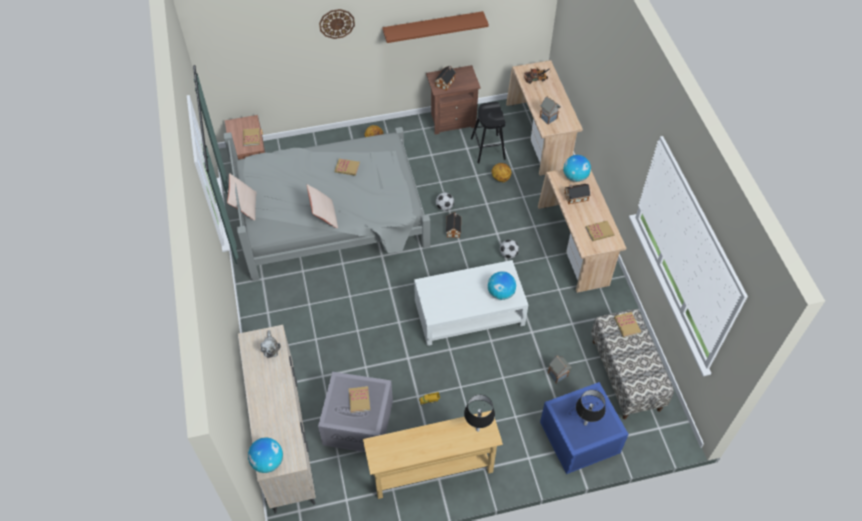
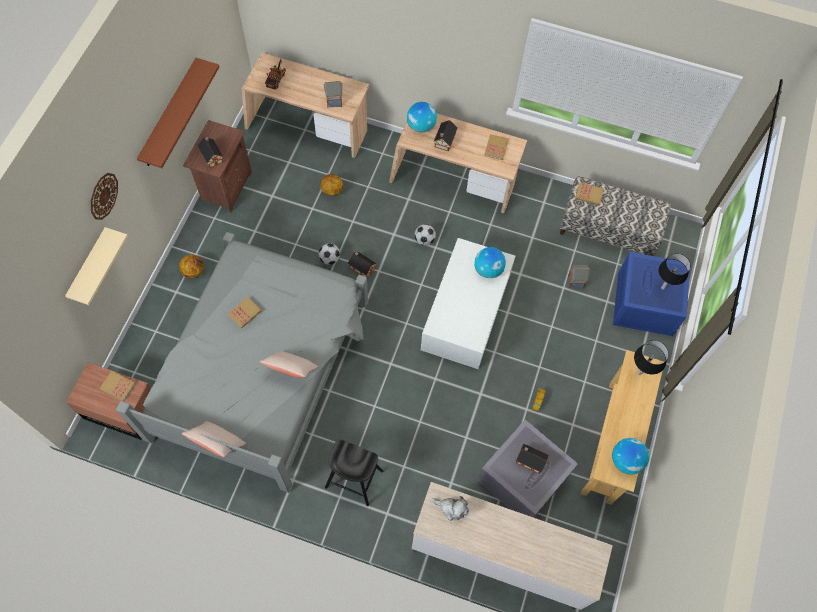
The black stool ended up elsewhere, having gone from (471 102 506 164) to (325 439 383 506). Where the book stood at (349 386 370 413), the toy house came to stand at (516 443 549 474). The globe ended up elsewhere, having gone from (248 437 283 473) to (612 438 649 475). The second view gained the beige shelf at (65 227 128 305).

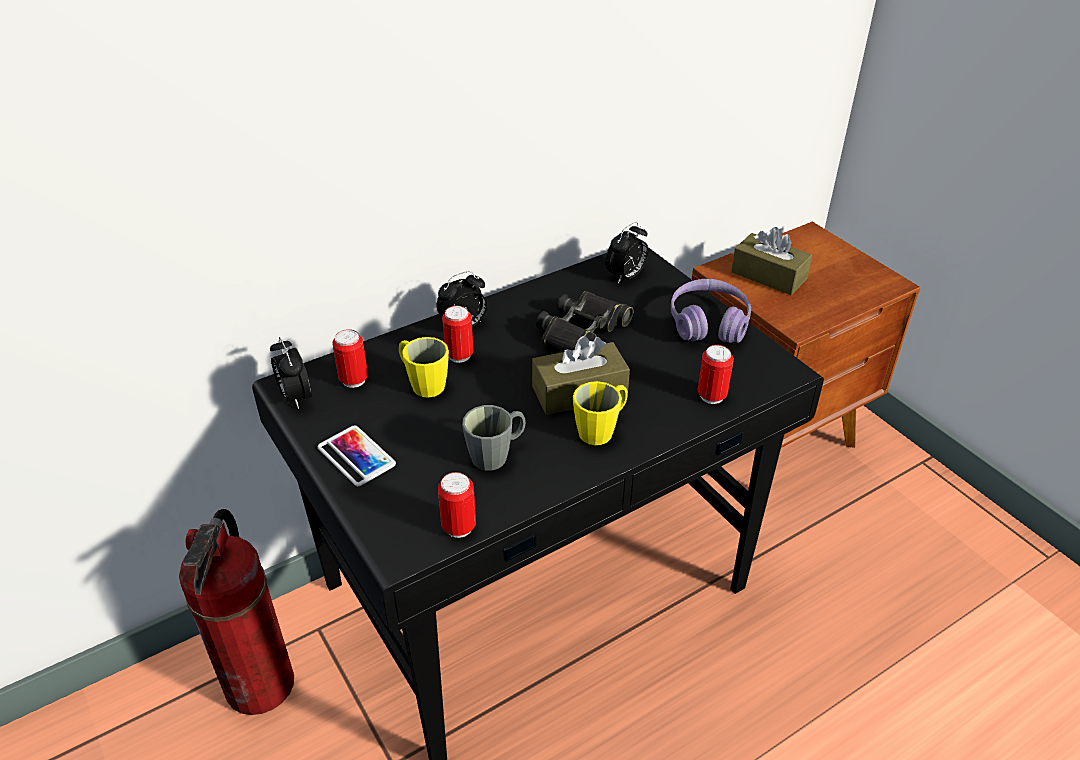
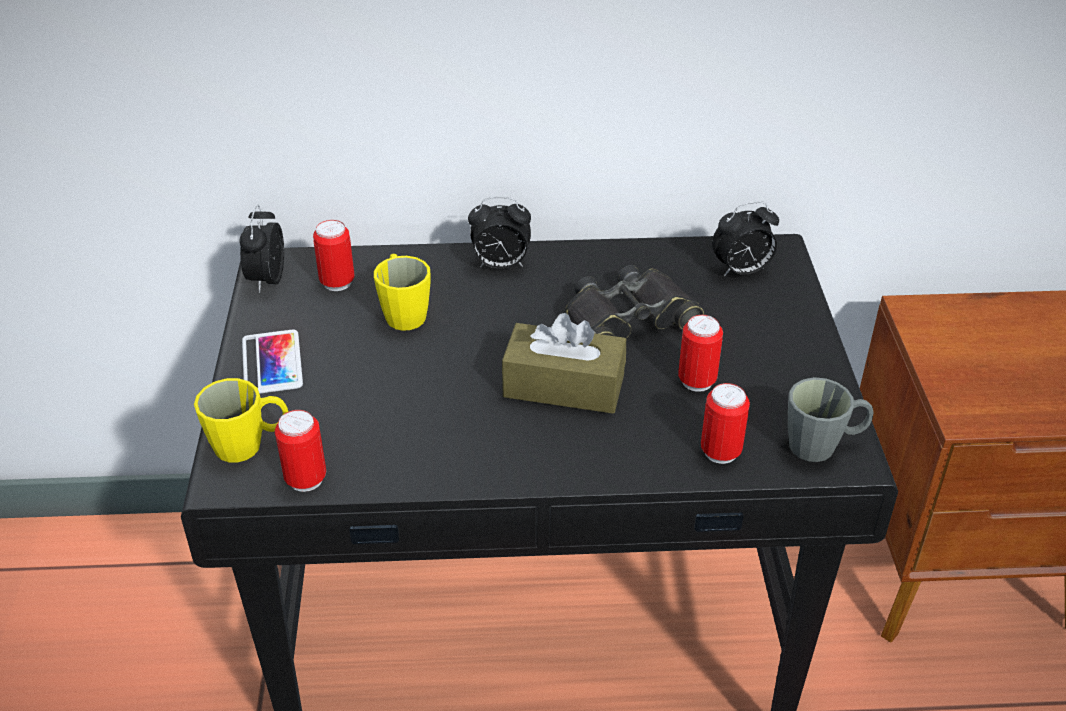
The second view lost the brown tissue box at (731 227 812 295). The second view lost the purple headphones at (671 279 751 343). The can ended up elsewhere, having gone from (442 306 473 363) to (678 315 723 392). The yellow mug ended up elsewhere, having gone from (573 381 628 445) to (194 378 288 463). The grey mug ended up elsewhere, having gone from (462 405 526 471) to (788 377 873 462). The second view lost the fire extinguisher at (179 509 294 715).

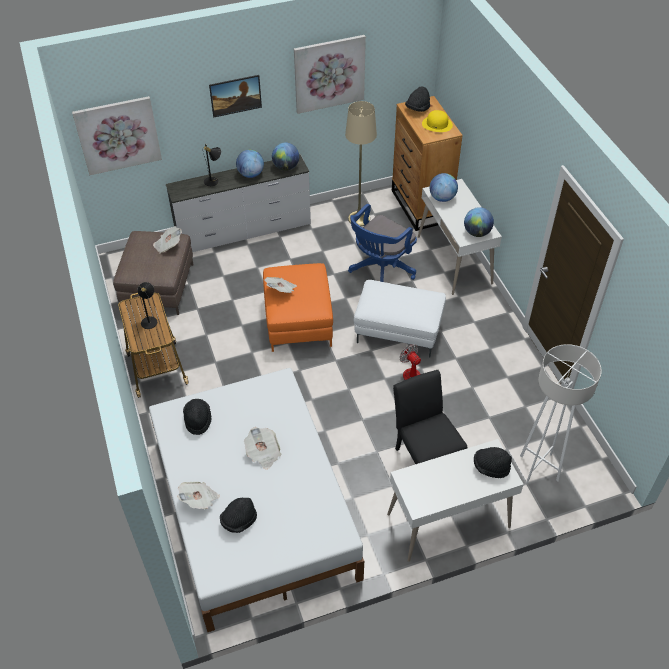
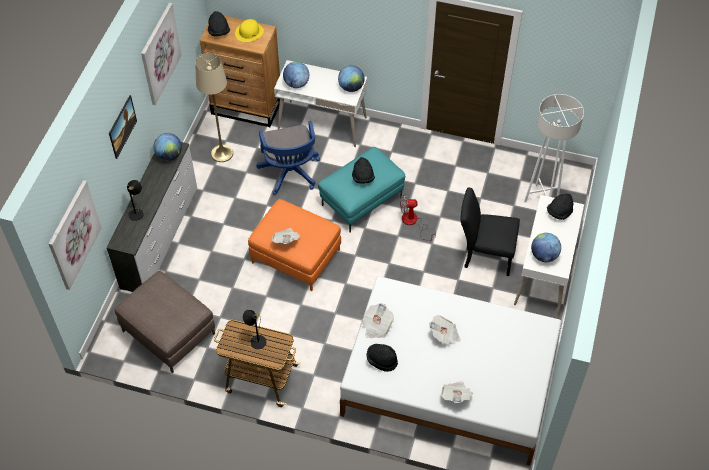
The globe ended up elsewhere, having gone from (236 150 264 178) to (531 233 561 262). The newspaper ended up elsewhere, having gone from (153 226 182 254) to (363 303 394 338). What was the white ottoman at (354 280 446 357) turned into the turquoise ottoman at (318 147 405 232). The black hat ended up elsewhere, having gone from (220 498 257 533) to (352 157 375 184).

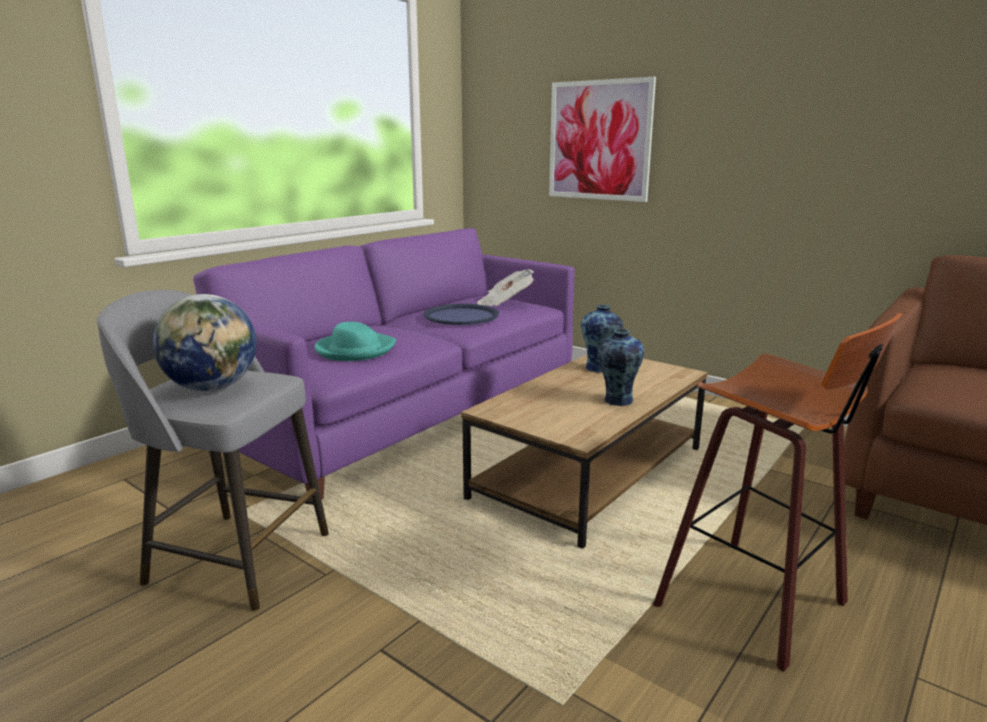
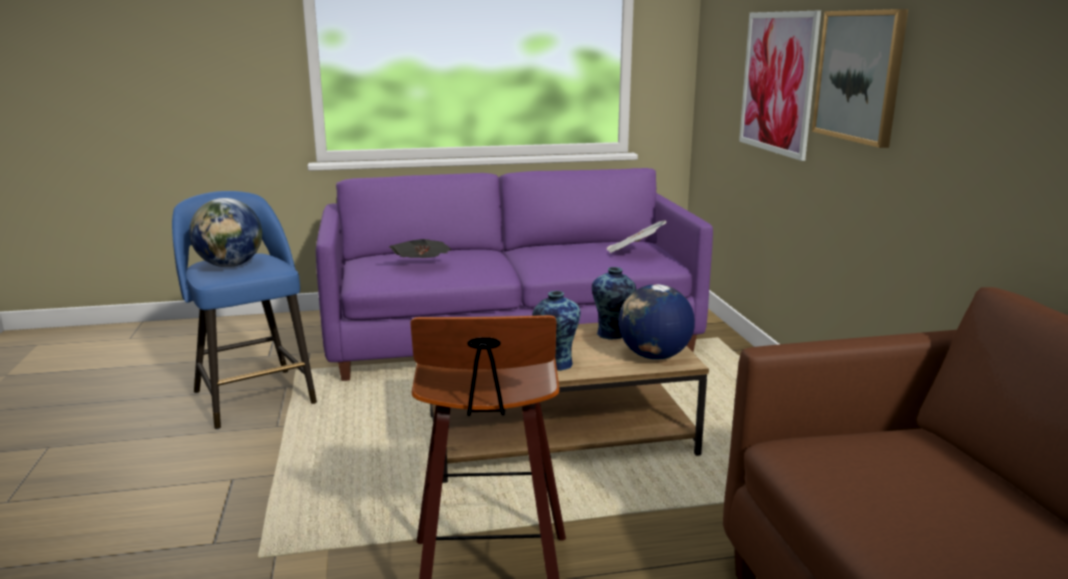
What was the grey stool at (97 290 329 611) turned into the blue stool at (172 191 317 429). The second view lost the blue tray at (424 304 499 325). Where the turquoise hat stood at (314 322 396 361), the newspaper came to stand at (389 239 451 258). The second view gained the picture at (812 9 908 148). The second view gained the globe at (619 284 695 360).

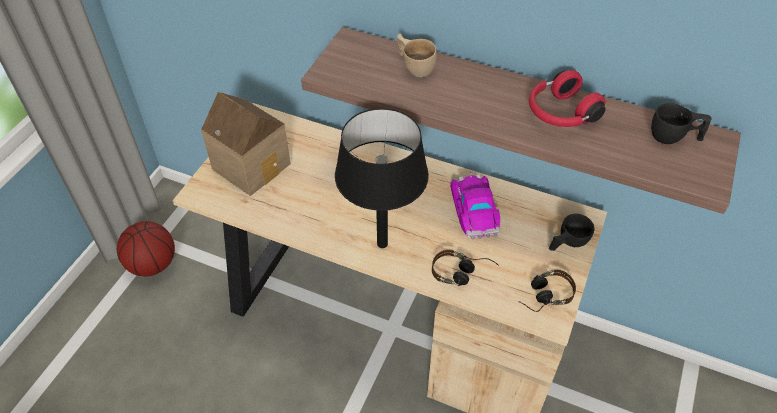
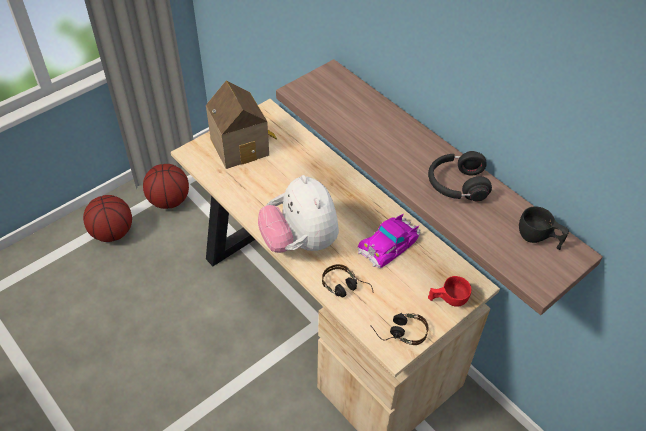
The second view lost the beige cup at (397 33 437 78). What was the red headphones at (529 70 605 127) turned into the black headphones at (428 151 492 202). Where the black table lamp stood at (335 108 429 248), the plush toy came to stand at (258 175 339 253). The toy car at (450 172 500 240) ended up facing another way, 150 degrees counterclockwise from before. What was the black cup at (549 214 594 251) turned into the red cup at (428 276 471 307). The second view gained the basketball at (83 195 132 242).

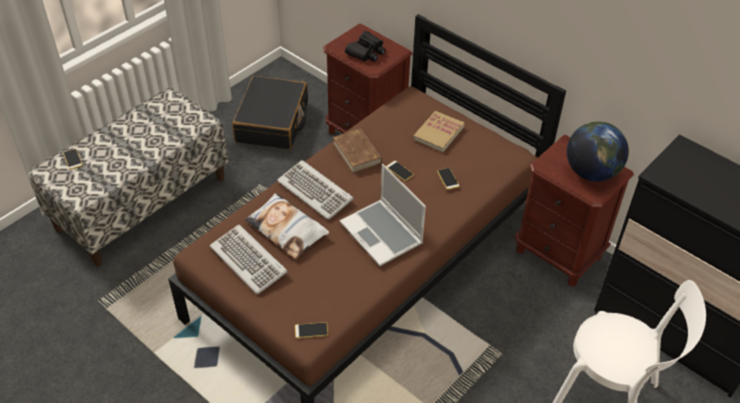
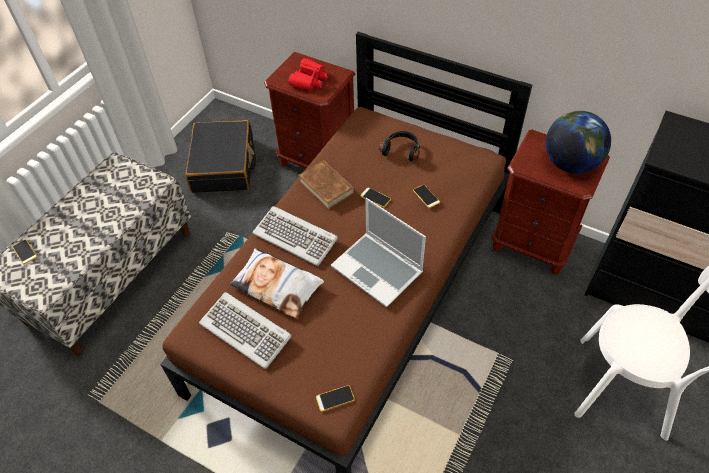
What was the black binoculars at (345 31 385 62) turned into the red binoculars at (288 58 328 90). Where the book stood at (413 111 465 152), the black headphones came to stand at (379 131 420 162).

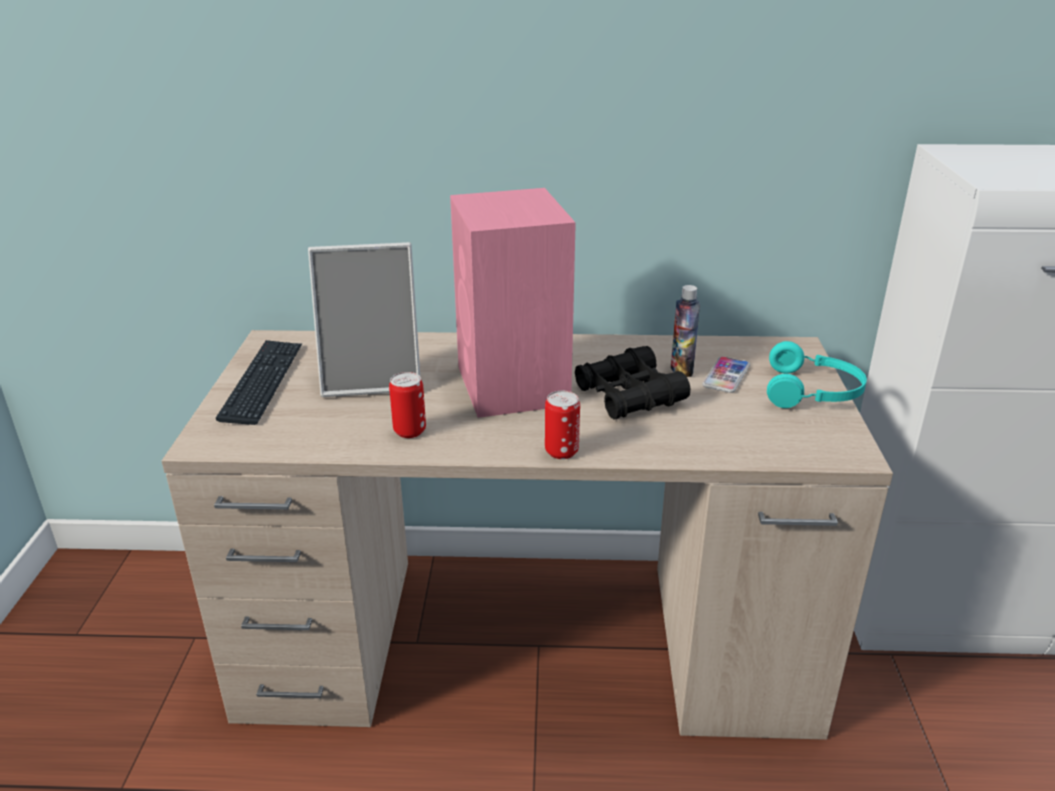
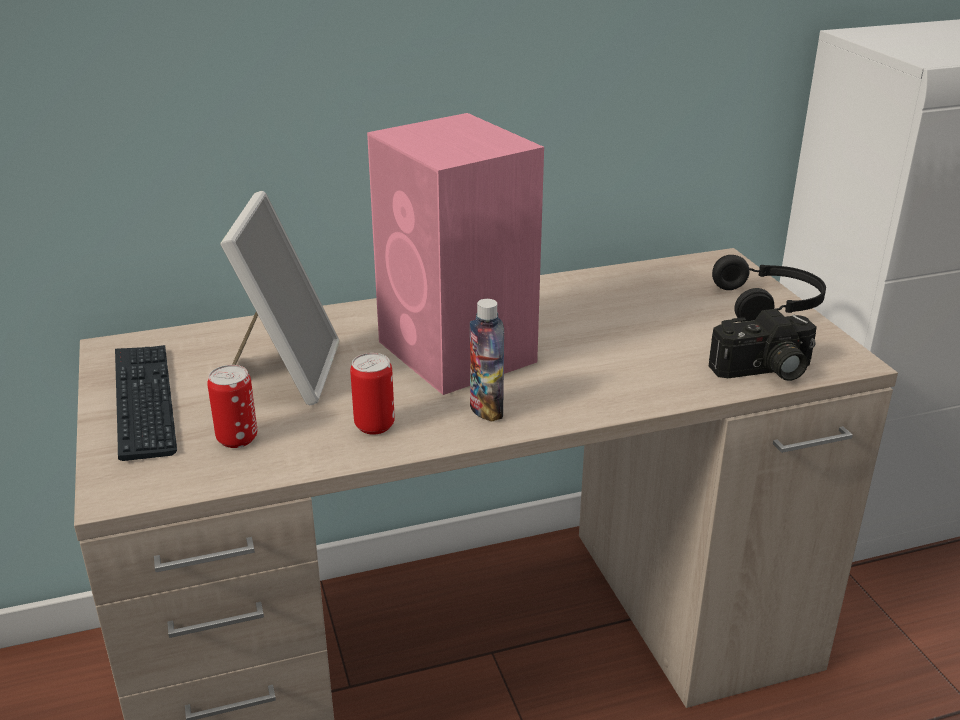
The picture frame at (308 242 420 397) ended up facing another way, 60 degrees counterclockwise from before. The bottle ended up elsewhere, having gone from (671 285 700 377) to (470 299 504 422). What was the turquoise headphones at (767 341 867 408) turned into the black headphones at (712 255 826 322). The second view lost the black binoculars at (575 346 690 420). The second view lost the phone at (702 356 750 393). The can ended up elsewhere, having gone from (545 391 580 459) to (207 365 257 448). The second view gained the photo camera at (709 309 817 381).

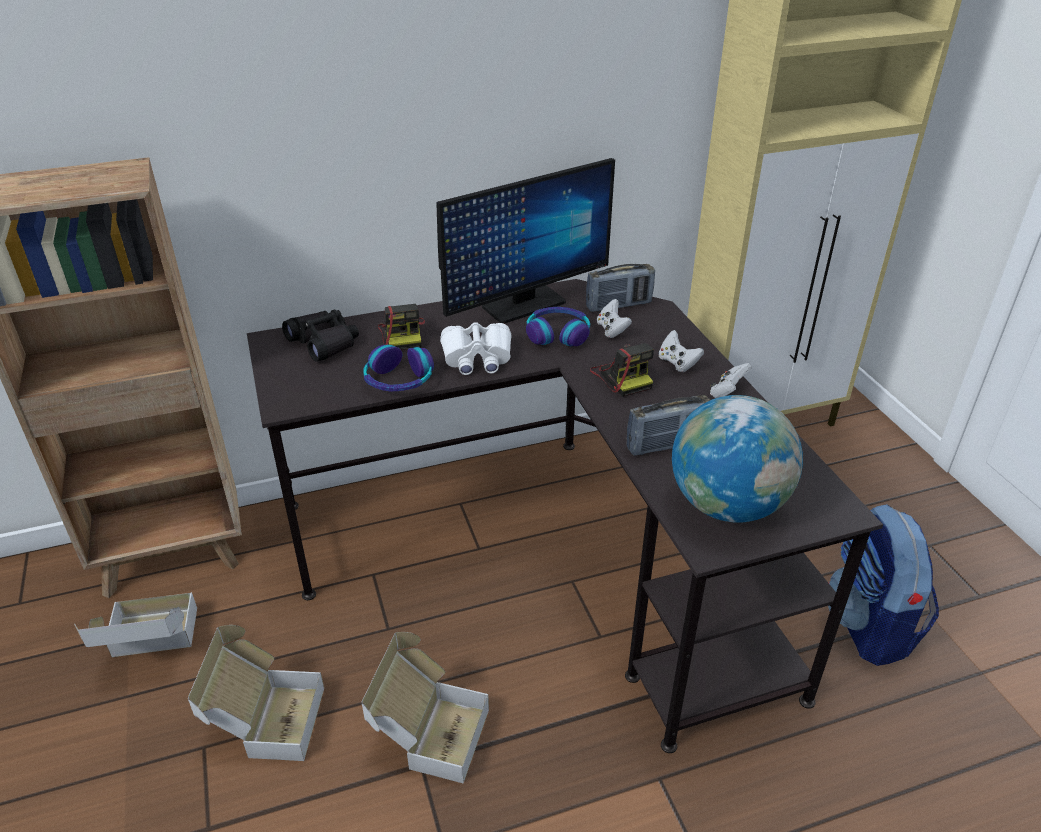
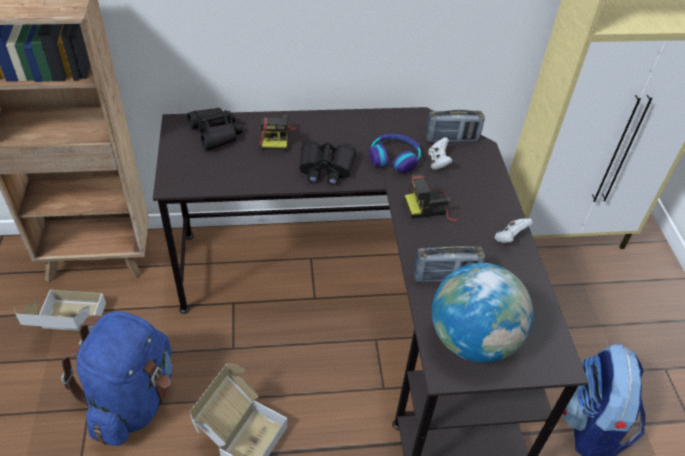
The second view lost the monitor at (436 158 615 324). What was the white binoculars at (440 322 512 375) turned into the black binoculars at (299 140 356 185). The second view lost the white game controller at (659 330 704 372). The photo camera at (590 343 654 397) ended up facing another way, 90 degrees clockwise from before. The second view lost the headphones at (363 345 434 391). Where the cardboard box stood at (188 625 324 761), the blue backpack came to stand at (61 312 173 446).

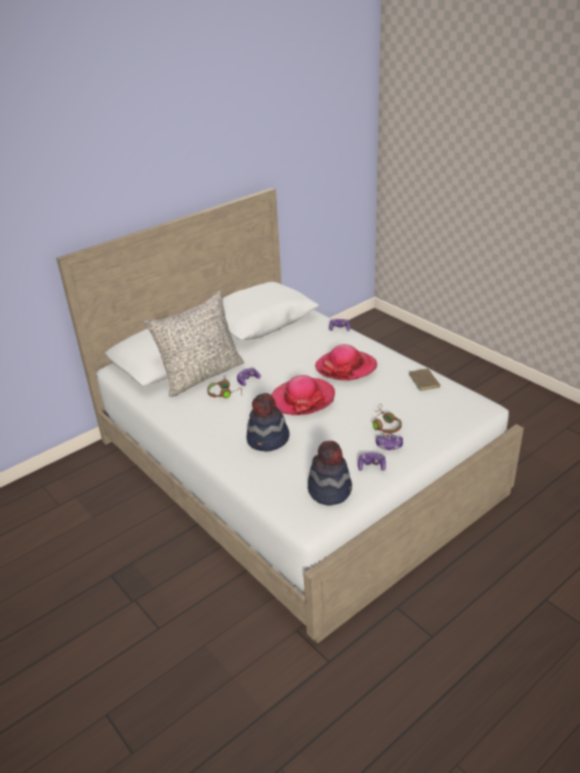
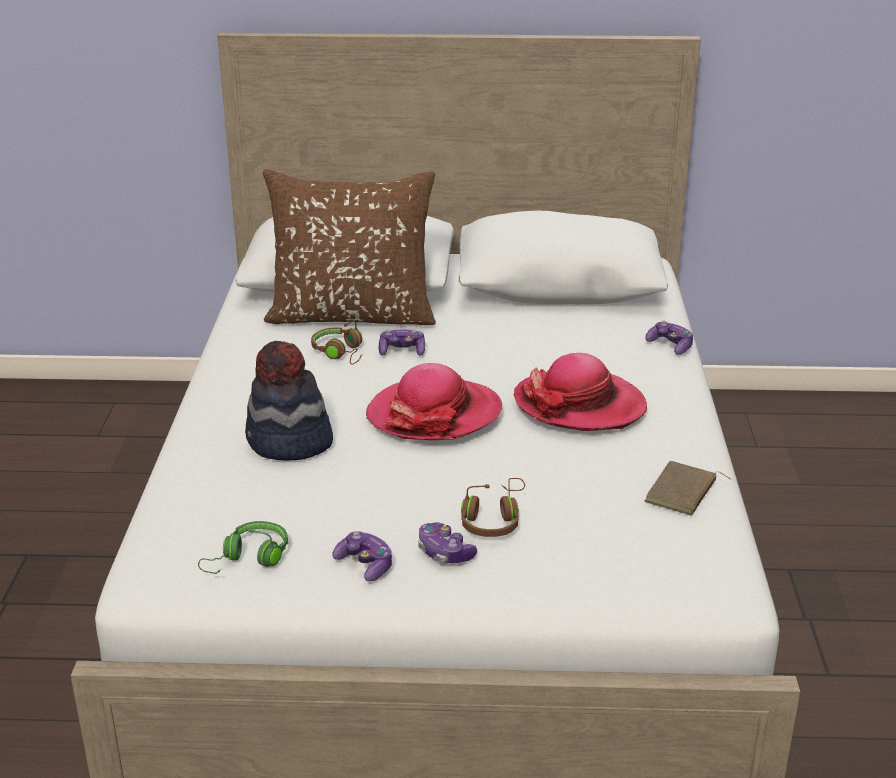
What was the grey pillow at (144 291 244 397) turned into the brown pillow at (263 169 436 325). Where the hat stood at (308 441 352 506), the green headphones came to stand at (198 521 288 574).

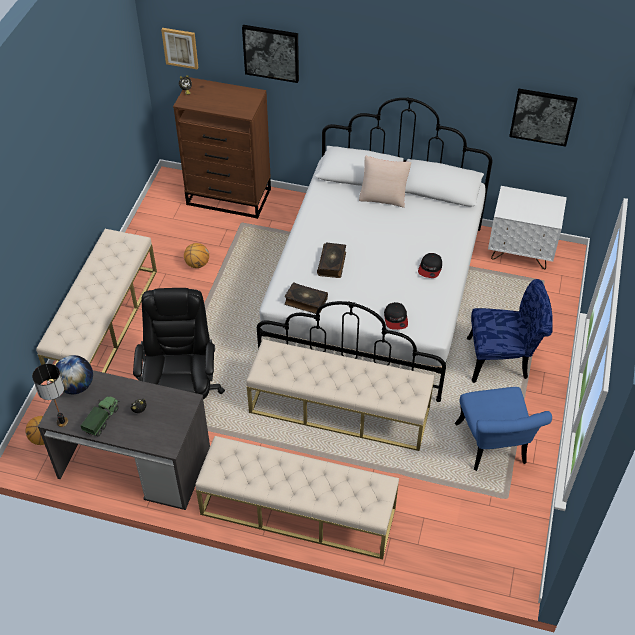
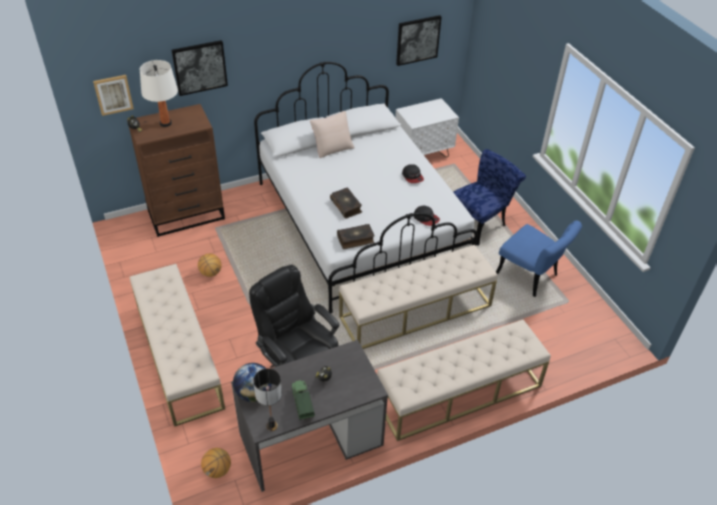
The second view gained the white table lamp at (140 60 178 127).

